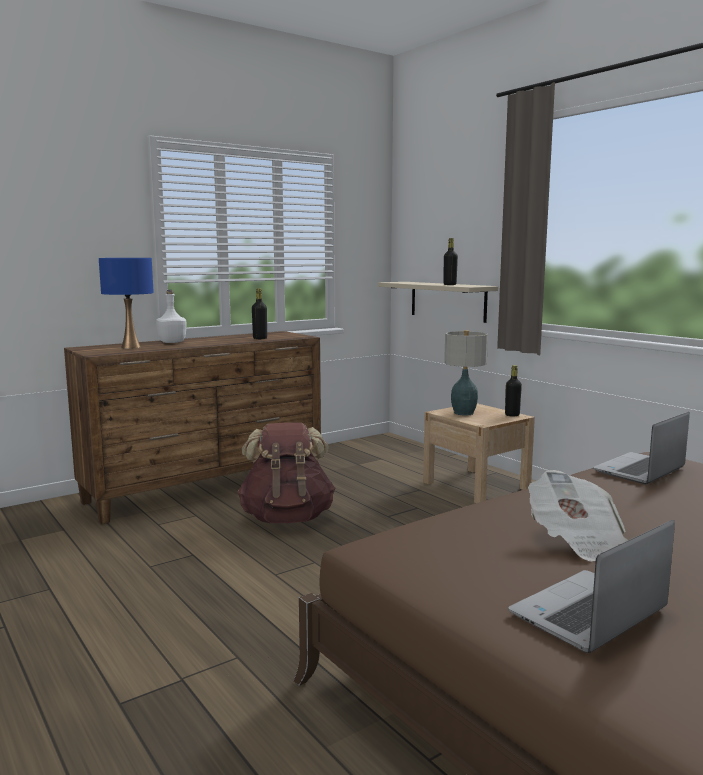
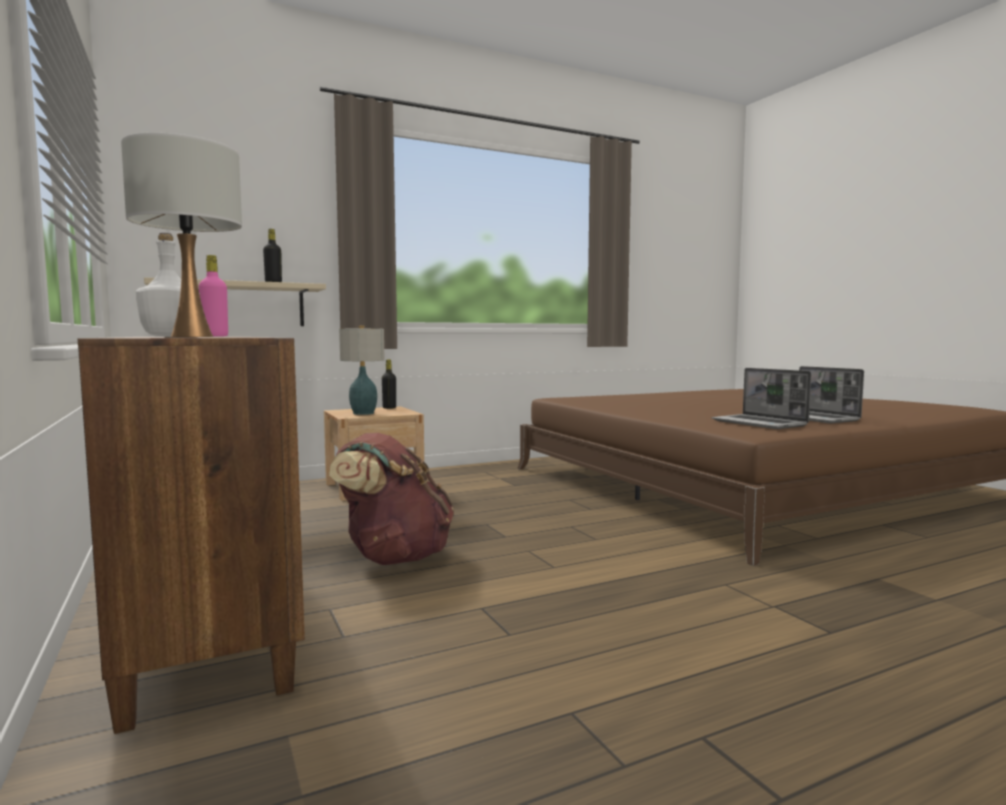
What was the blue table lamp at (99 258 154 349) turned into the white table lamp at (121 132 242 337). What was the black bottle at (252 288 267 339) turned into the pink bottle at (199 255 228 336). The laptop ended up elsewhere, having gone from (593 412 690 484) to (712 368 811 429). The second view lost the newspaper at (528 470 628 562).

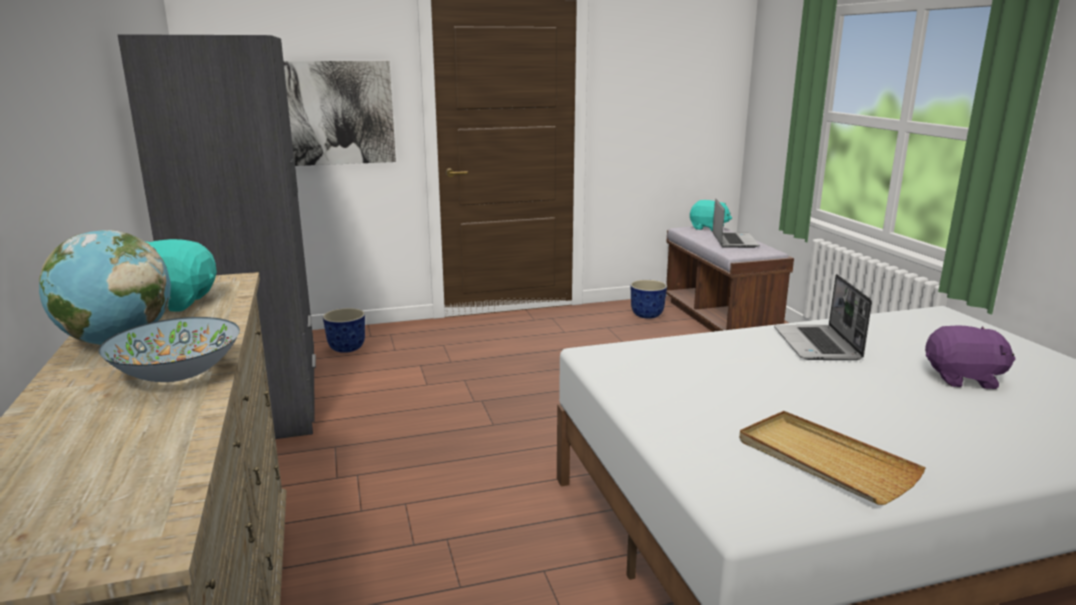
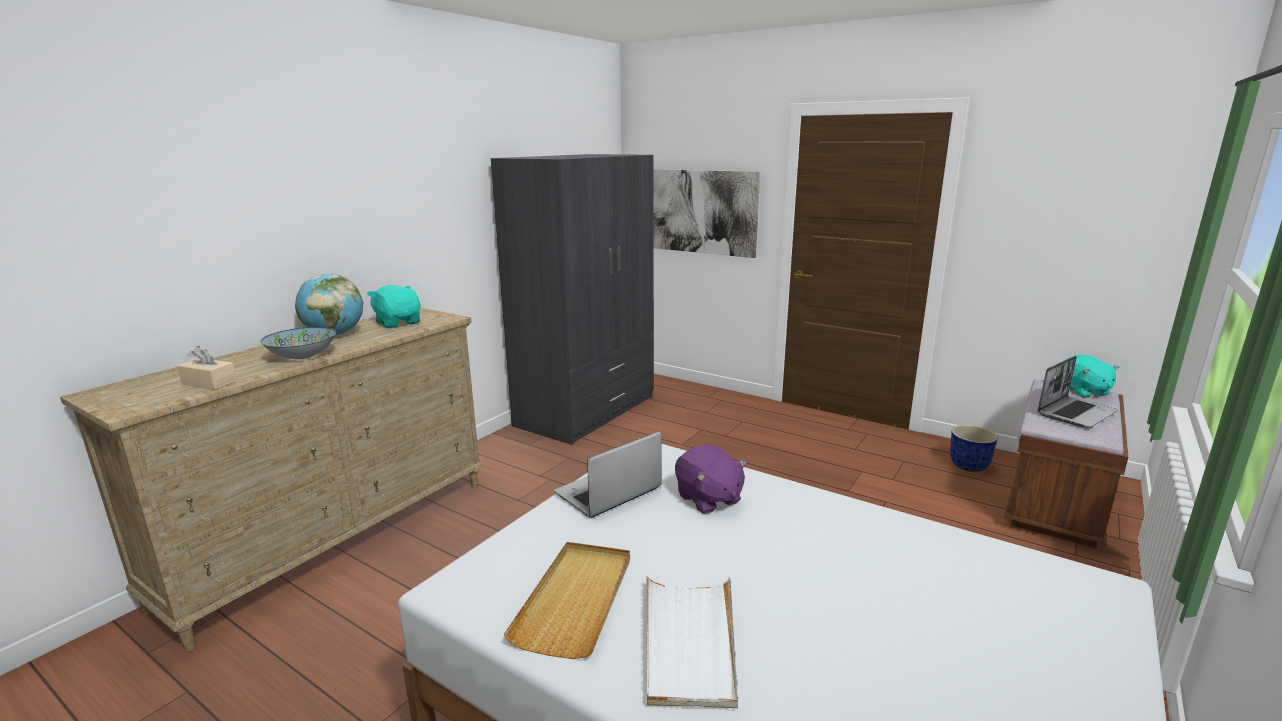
The laptop ended up elsewhere, having gone from (774 274 872 360) to (554 431 662 518). The second view lost the planter at (323 308 365 353). The purple plush toy ended up elsewhere, having gone from (925 326 1015 389) to (675 445 747 514). The second view gained the beige tissue box at (177 346 237 390). The second view gained the white tray at (647 575 738 708).

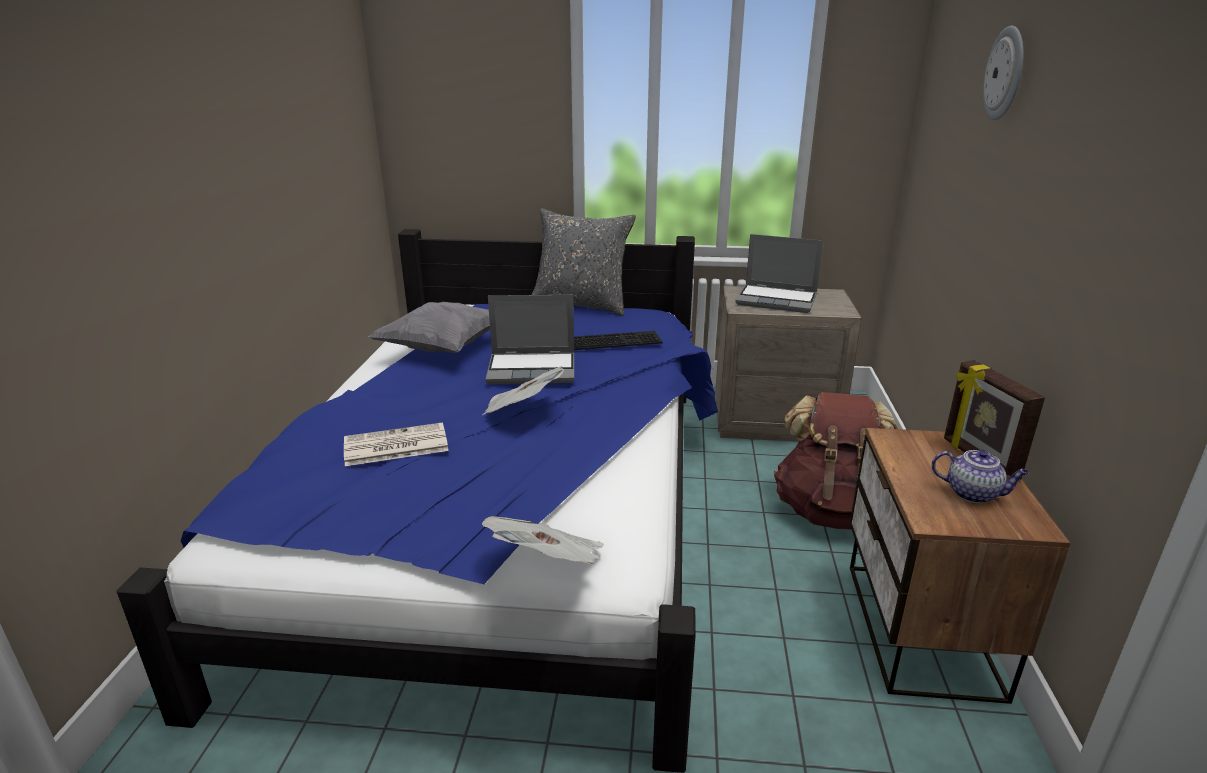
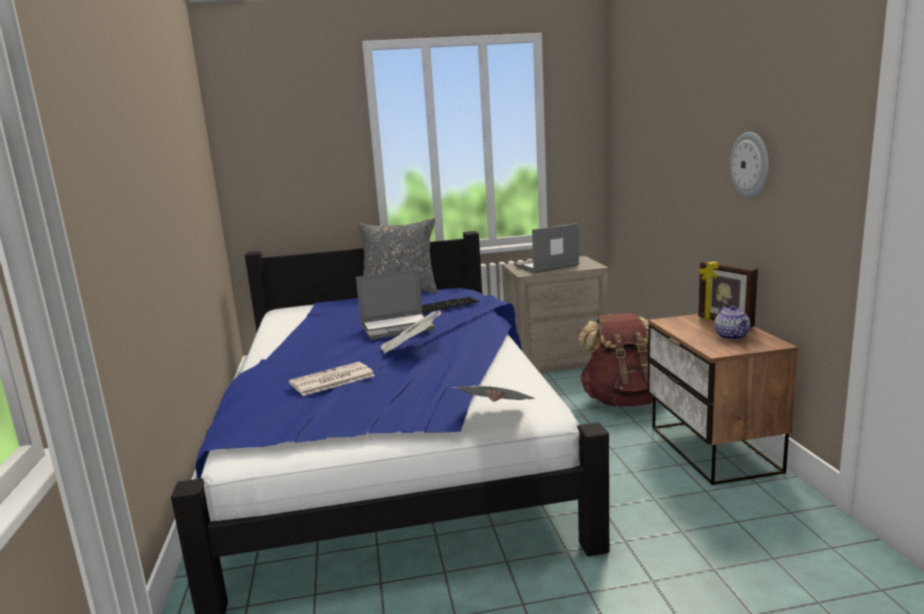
The wall clock ended up elsewhere, having gone from (983 26 1023 120) to (730 132 769 197). The laptop at (735 234 823 313) ended up facing another way, 150 degrees clockwise from before. The second view lost the grey pillow at (368 302 490 353). The teapot at (931 450 1029 503) ended up facing another way, 75 degrees clockwise from before.

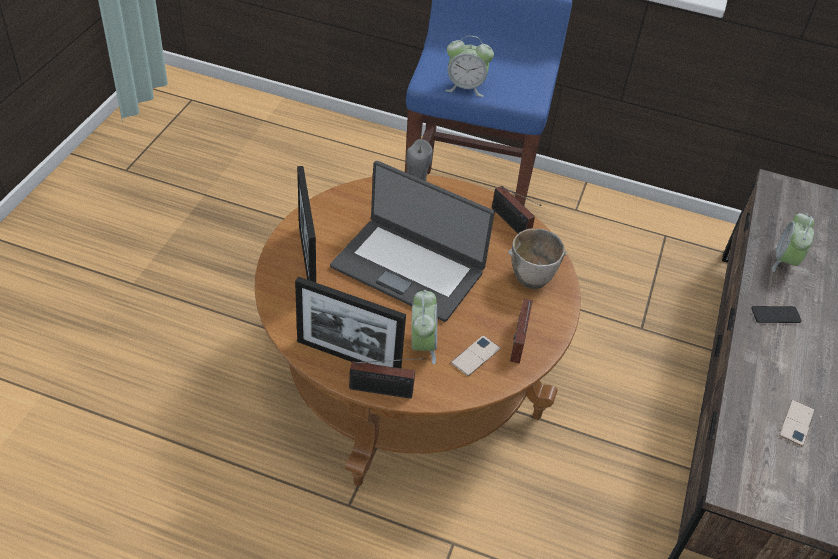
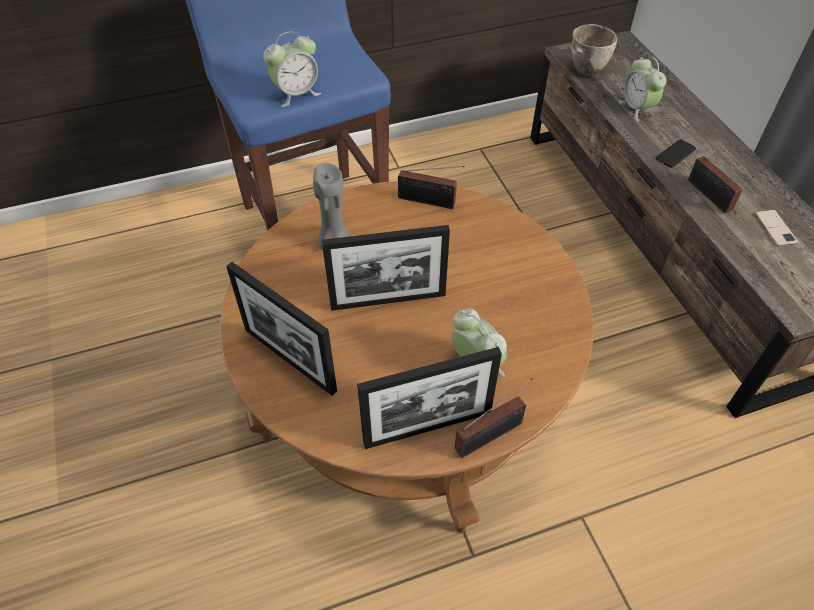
Where the laptop stood at (330 161 495 322), the picture frame came to stand at (322 225 450 311). The bowl ended up elsewhere, having gone from (508 229 567 289) to (571 24 617 77). The radio ended up elsewhere, having gone from (510 298 533 364) to (688 156 755 213). The second view lost the phone at (451 335 500 376).

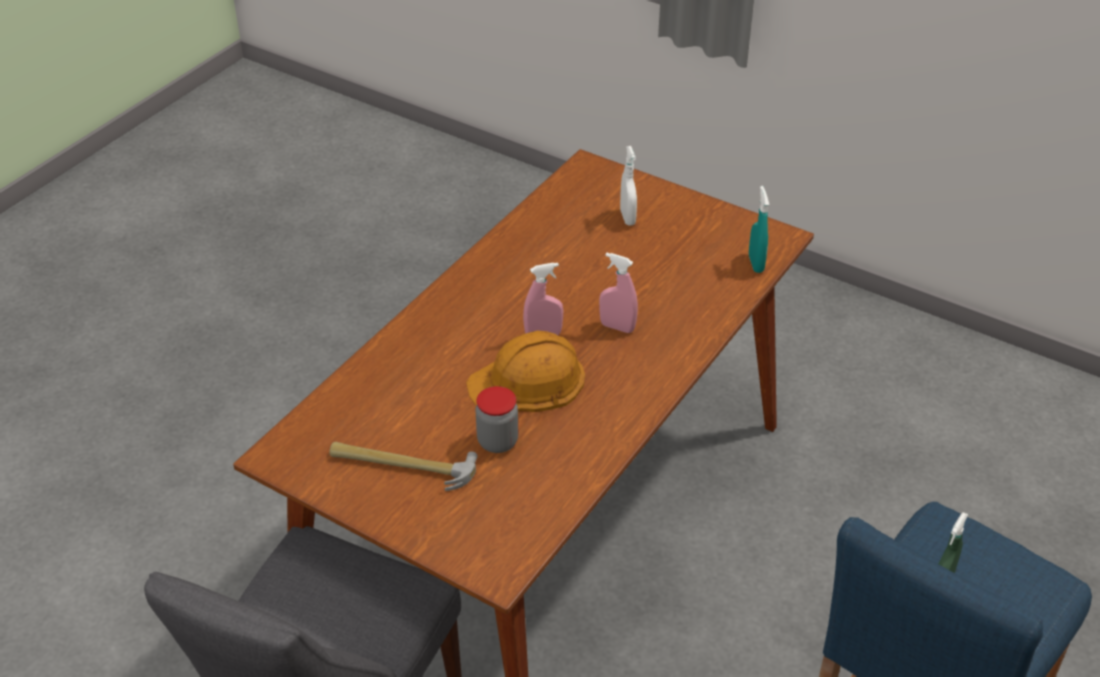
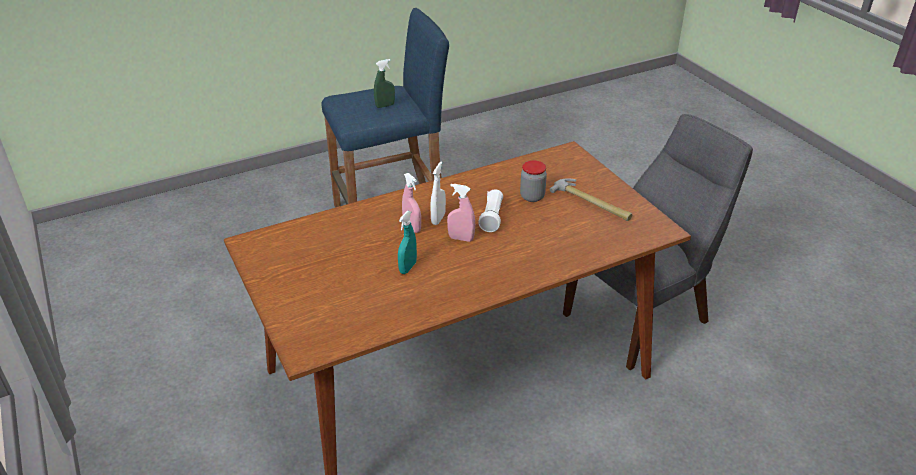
The white spray bottle ended up elsewhere, having gone from (620 146 637 225) to (430 162 446 225). The turquoise spray bottle ended up elsewhere, having gone from (749 186 769 273) to (398 211 417 274). Where the orange hard hat stood at (466 331 585 412), the white flashlight came to stand at (478 189 503 232).

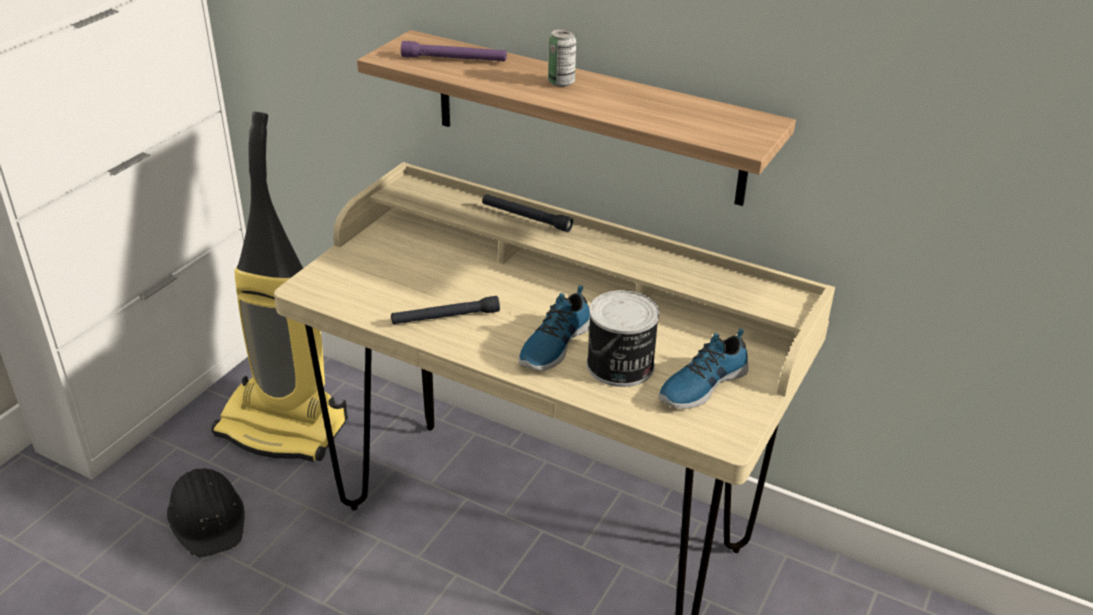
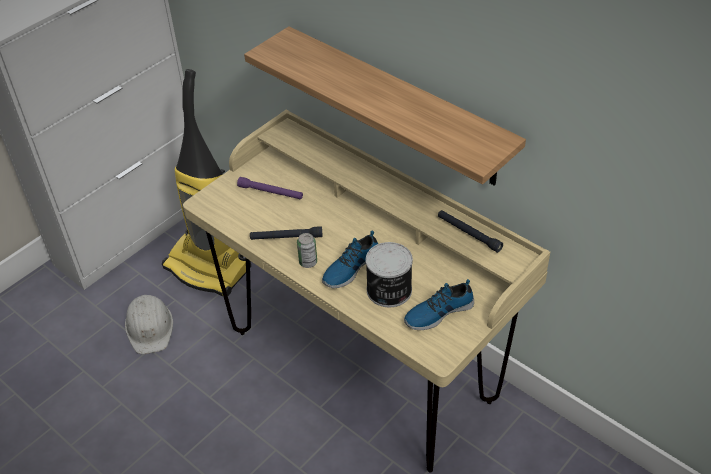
The can ended up elsewhere, having gone from (548 29 576 87) to (297 233 317 268). The purple flashlight ended up elsewhere, having gone from (401 41 507 62) to (237 177 303 199). The black flashlight ended up elsewhere, having gone from (482 194 573 232) to (438 210 503 253). What was the black hard hat at (167 468 245 557) turned into the white hard hat at (125 295 173 354).

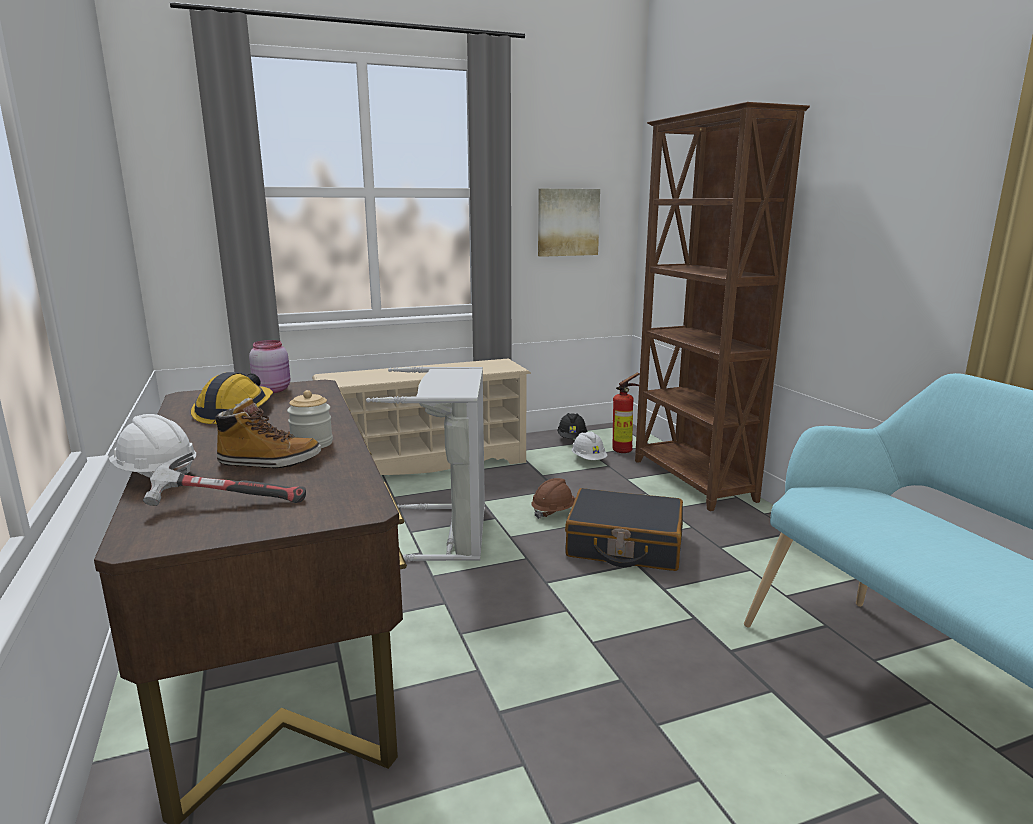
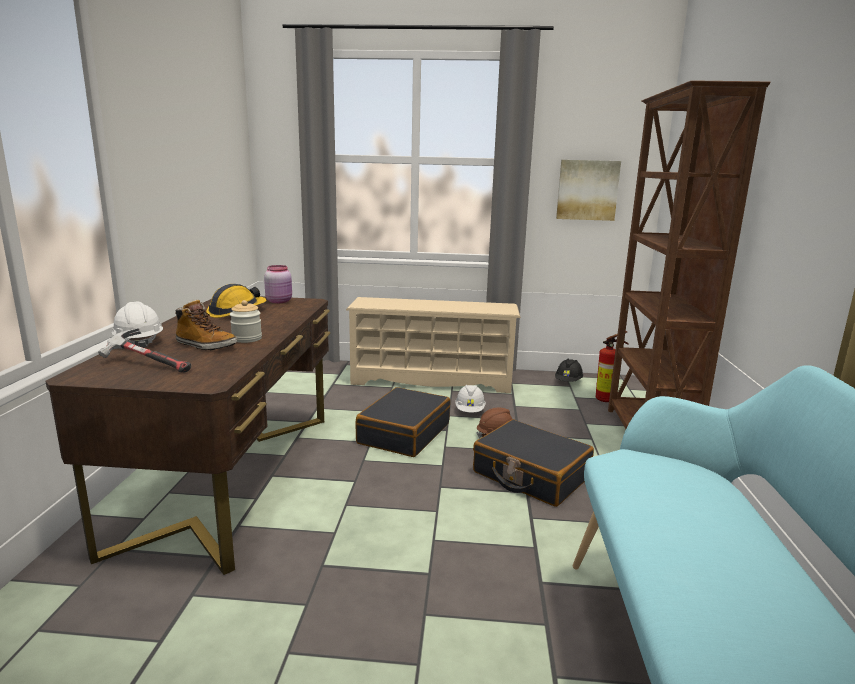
Where the grey laundry basket stood at (366 367 485 561), the black suitcase came to stand at (355 387 450 457). The white hard hat ended up elsewhere, having gone from (572 432 608 460) to (455 385 486 412).

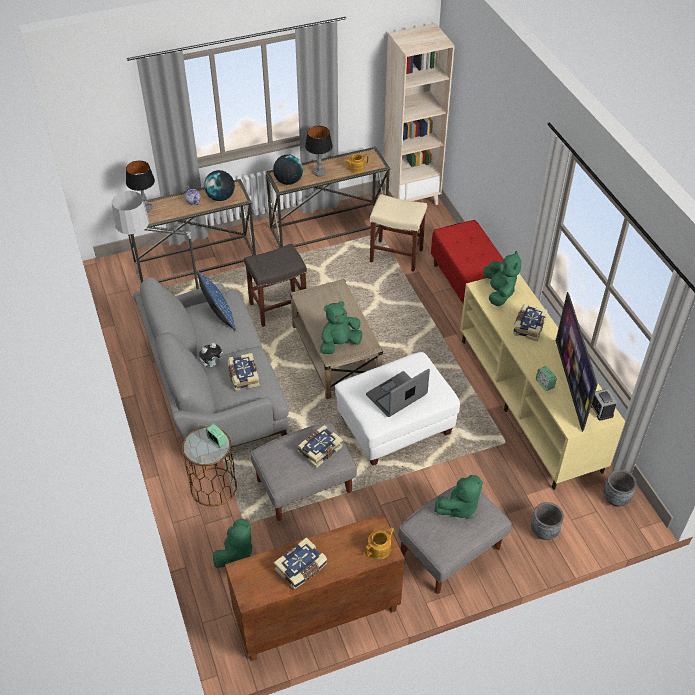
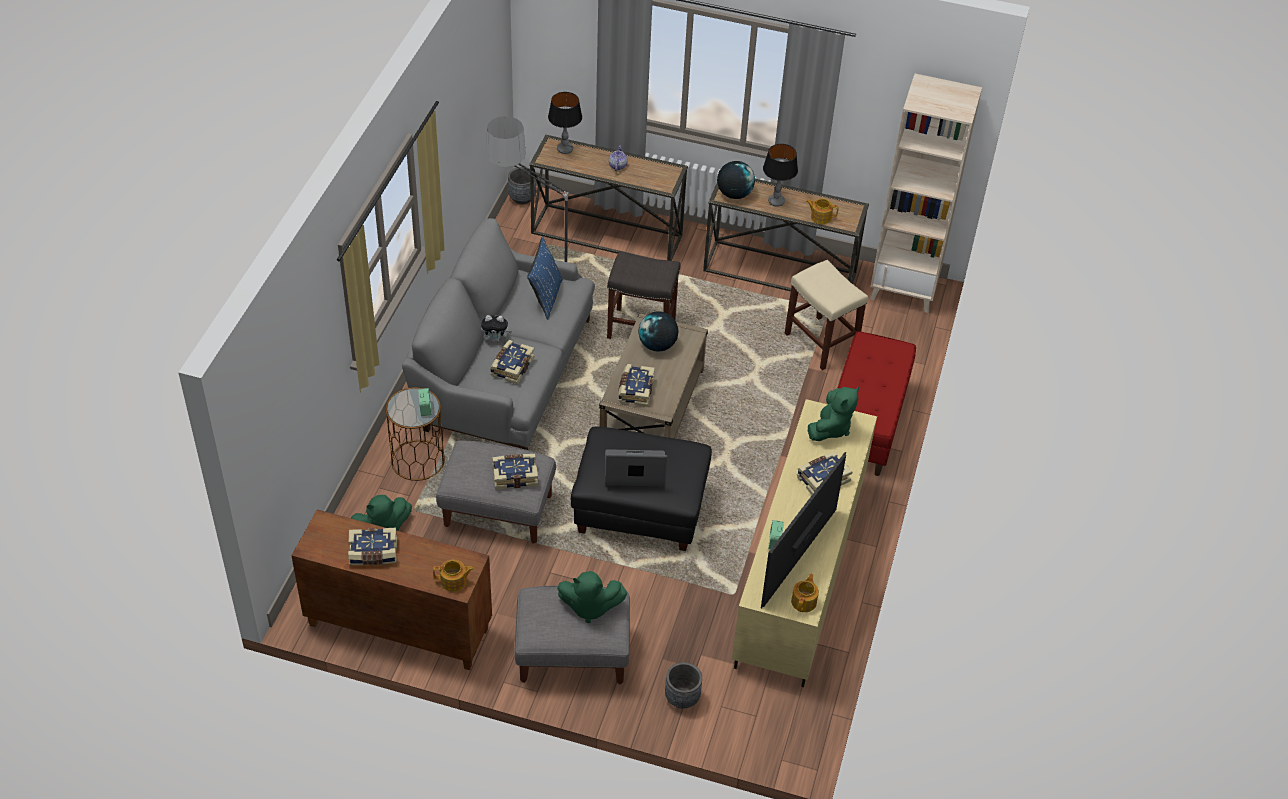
The globe ended up elsewhere, having gone from (204 170 235 201) to (638 311 679 352). Where the green plush toy stood at (320 301 362 354), the book came to stand at (619 364 655 407). What was the white ottoman at (335 352 460 466) turned into the black ottoman at (571 426 712 551). Where the alarm clock stood at (591 389 617 421), the teapot came to stand at (791 574 819 612). The grey planter ended up elsewhere, having gone from (603 470 637 507) to (508 167 536 205).

